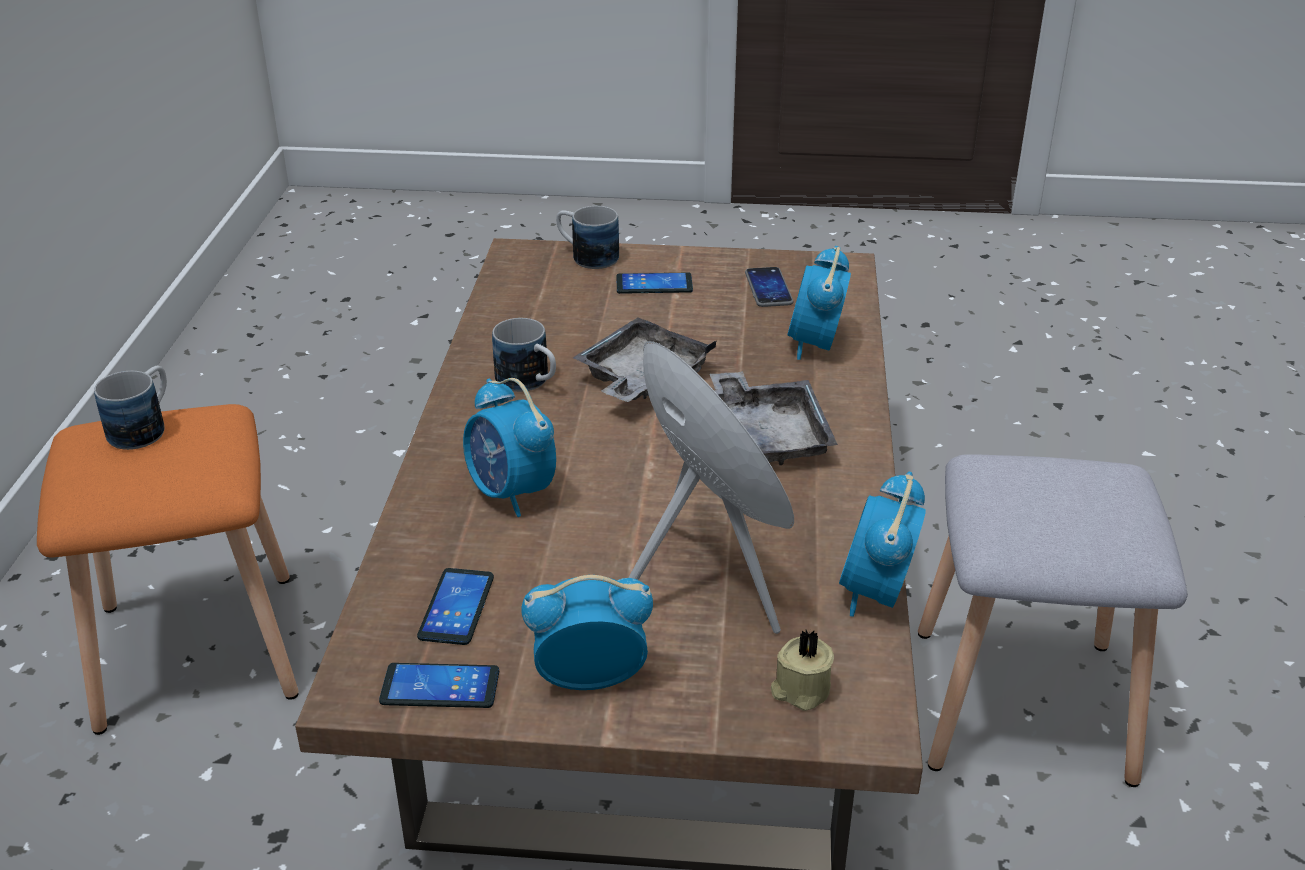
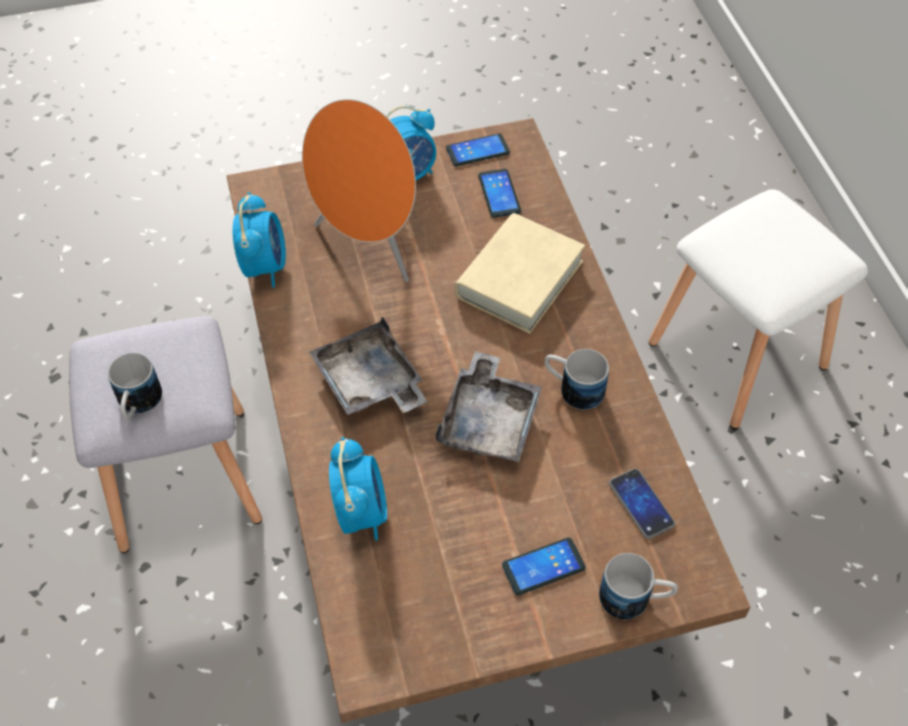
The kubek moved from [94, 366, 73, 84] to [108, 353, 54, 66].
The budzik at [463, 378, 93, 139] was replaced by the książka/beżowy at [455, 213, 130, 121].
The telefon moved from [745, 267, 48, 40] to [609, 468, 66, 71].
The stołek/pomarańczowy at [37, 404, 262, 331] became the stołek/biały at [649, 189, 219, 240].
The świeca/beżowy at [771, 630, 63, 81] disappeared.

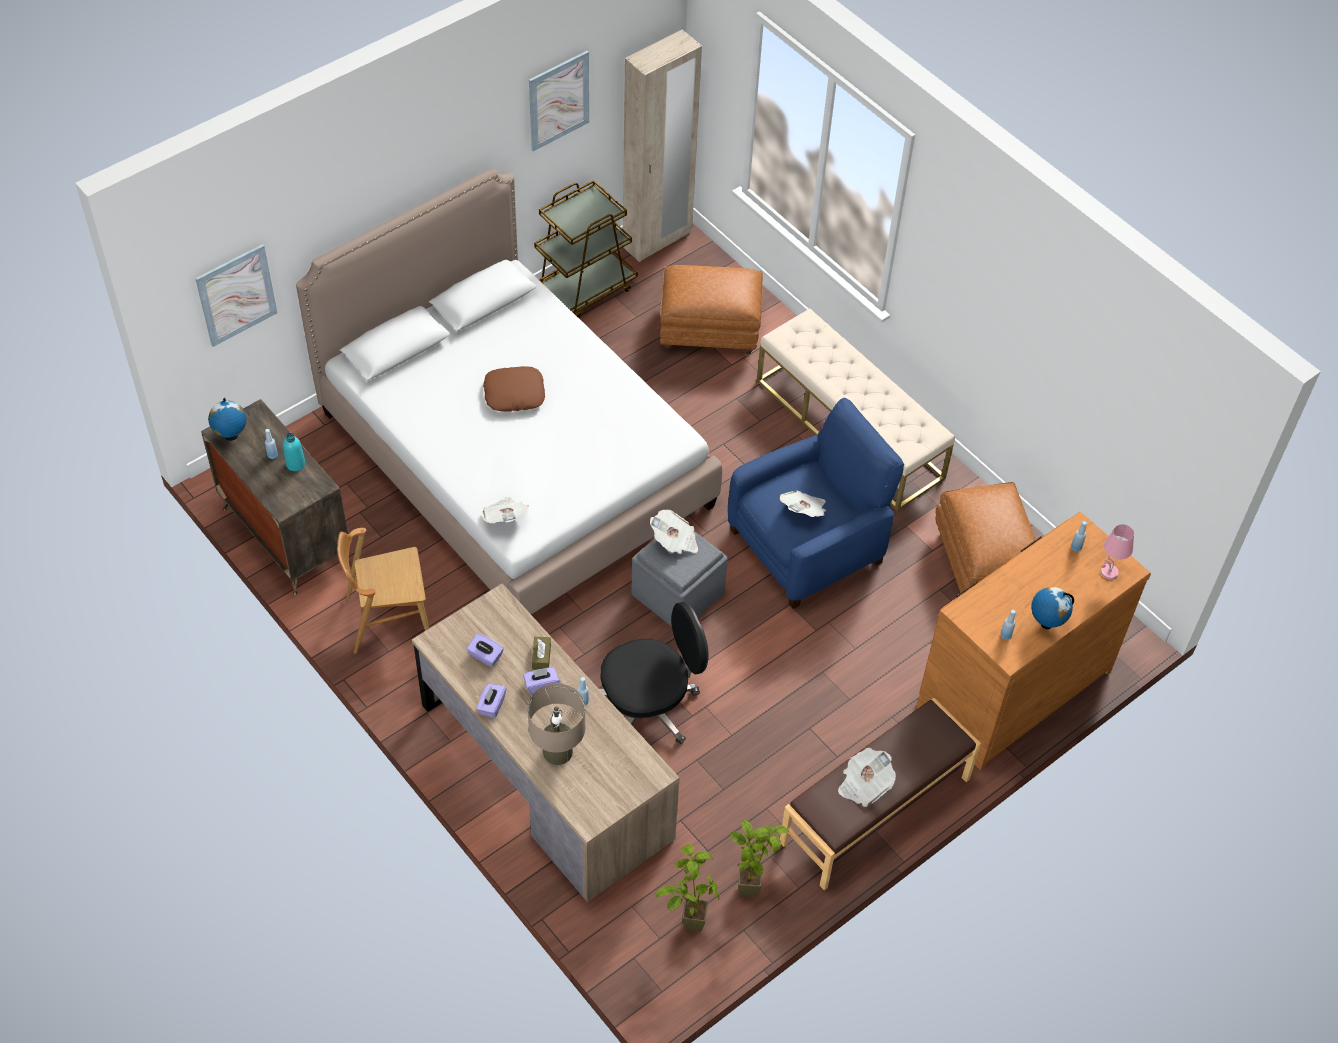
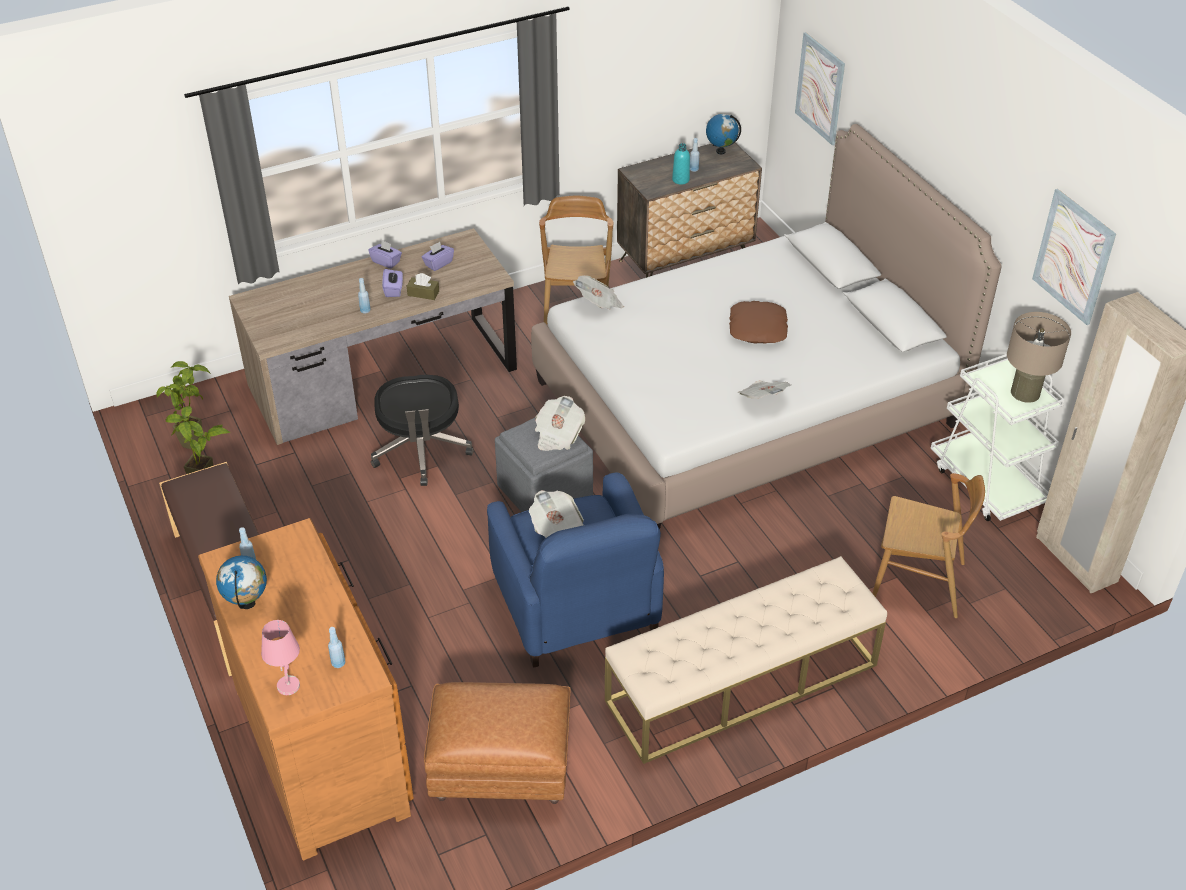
The gazeta moved from [838, 748, 58, 59] to [738, 380, 53, 19].
The pufa/brązowy at [660, 265, 103, 89] was replaced by the krzesło/brązowy at [872, 473, 113, 145].
The wózek/brązowy at [534, 180, 104, 139] became the wózek/biały at [931, 354, 134, 167].
The lampa stołowa/beżowy moved from [527, 683, 58, 82] to [1007, 312, 64, 91].

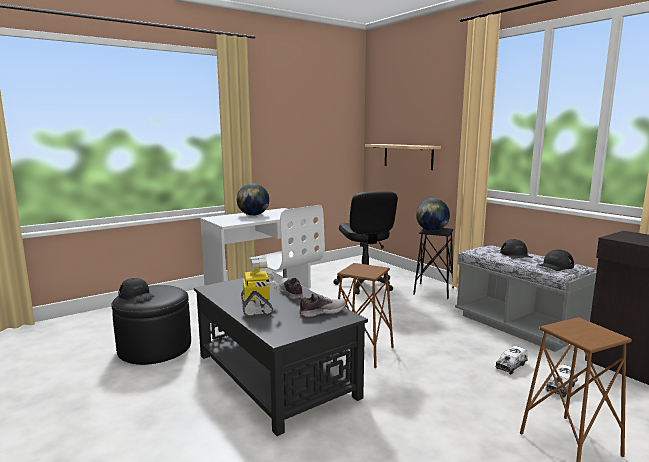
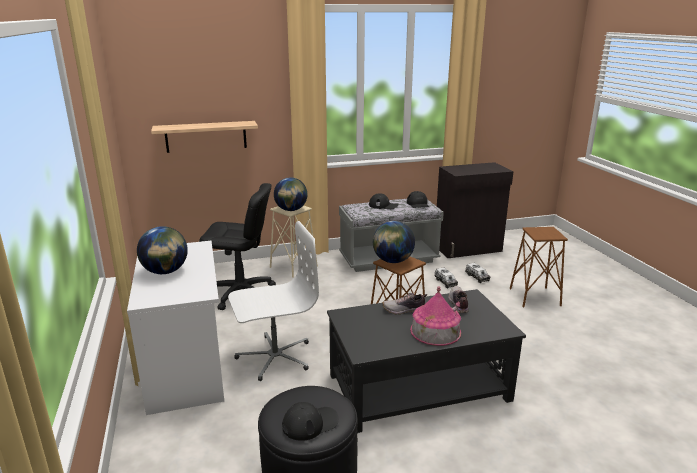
The stołek/czarny at [413, 228, 41, 71] became the stołek/beżowy at [270, 205, 48, 73].
The globus at [373, 221, 42, 42] appeared.
The robot zabawkowy at [241, 257, 37, 60] was replaced by the domek at [410, 286, 51, 60].

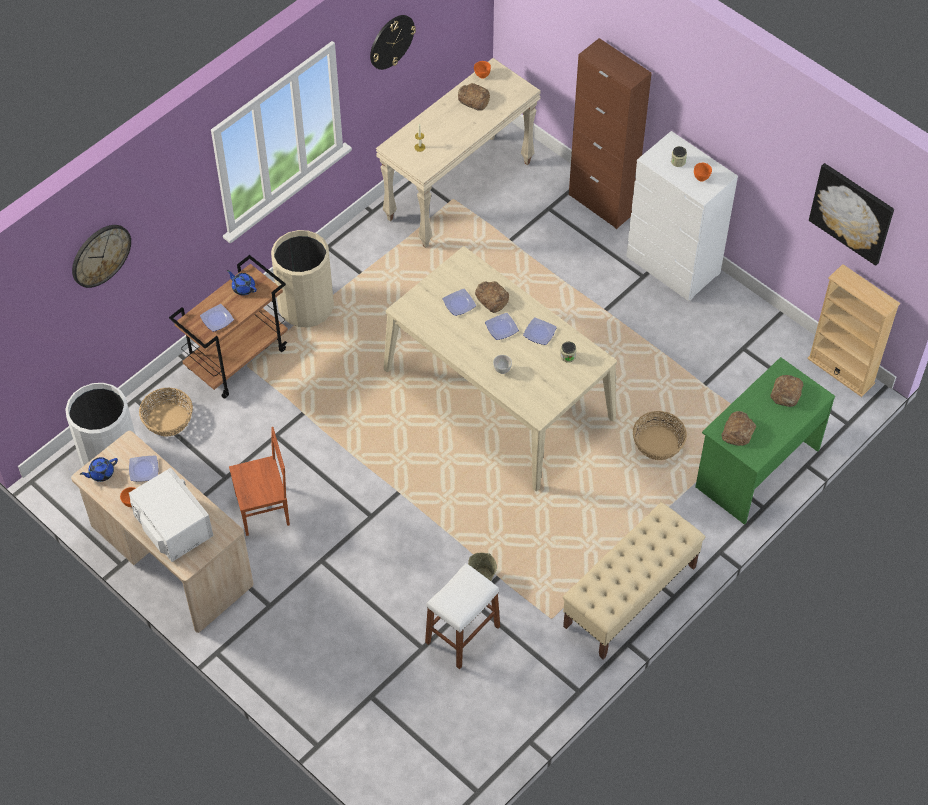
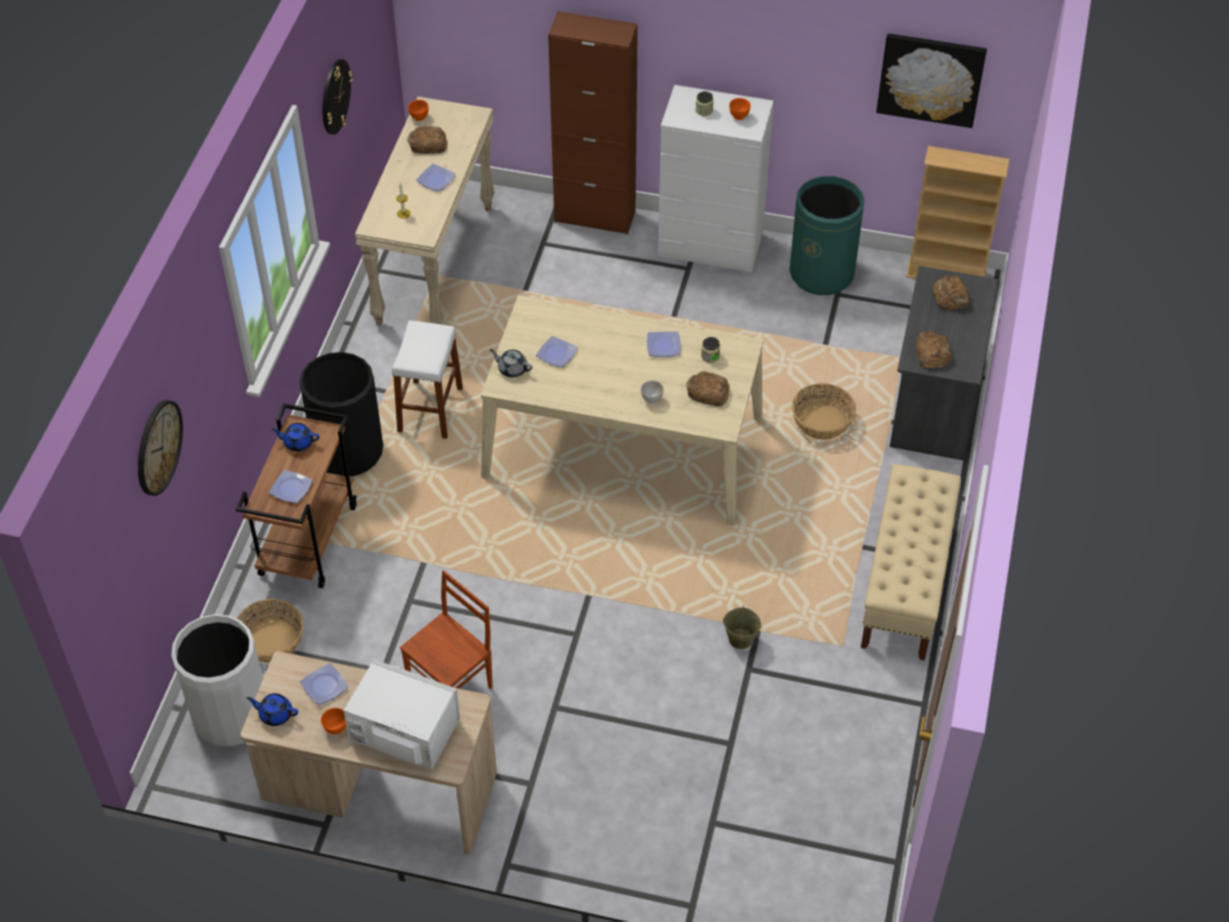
The imbryk/niebieski at [80, 457, 38, 25] turned 75 degrees clockwise.
The kosz na śmieci/beżowy at [271, 230, 63, 98] became the kosz na śmieci/czarny at [299, 352, 84, 124].
The stołek/biały moved from [425, 563, 75, 106] to [392, 320, 71, 119].
The talerz moved from [485, 313, 34, 27] to [416, 164, 40, 27].
The imbryk/szary at [490, 349, 43, 28] appeared.
The chleb moved from [475, 281, 34, 32] to [686, 371, 44, 36].
The kosz na śmieci/zielony at [790, 176, 75, 119] appeared.
The biurko/zielony at [695, 357, 140, 168] became the biurko/szary at [890, 266, 108, 195].

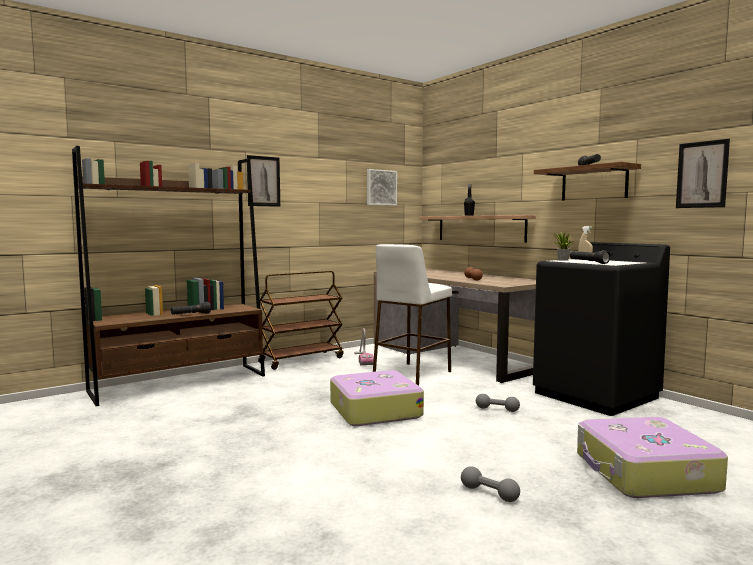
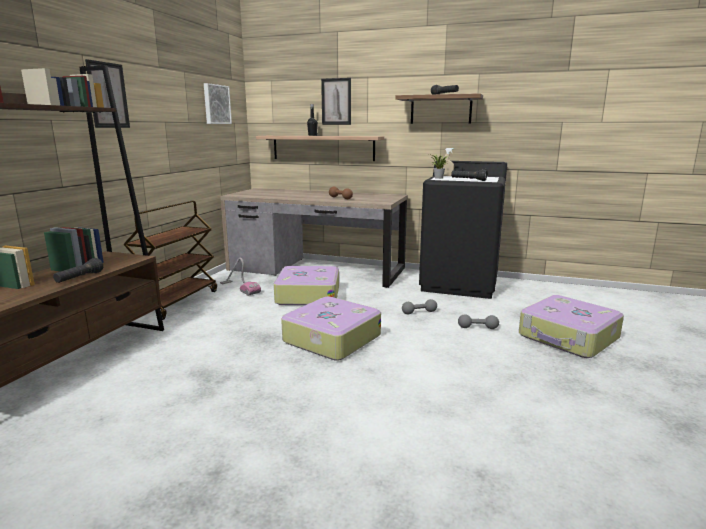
The stołek/biały at [373, 244, 79, 142] was replaced by the walizka at [274, 266, 65, 39].
The obraz moved from [676, 139, 54, 69] to [321, 78, 30, 47].
The hantel/szary moved from [461, 466, 59, 36] to [458, 314, 41, 15].

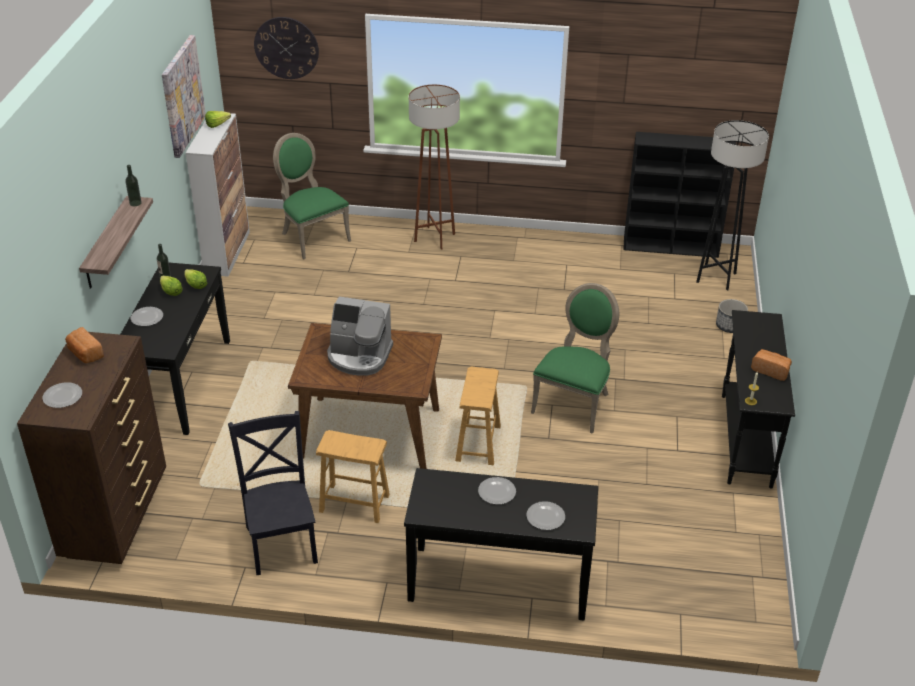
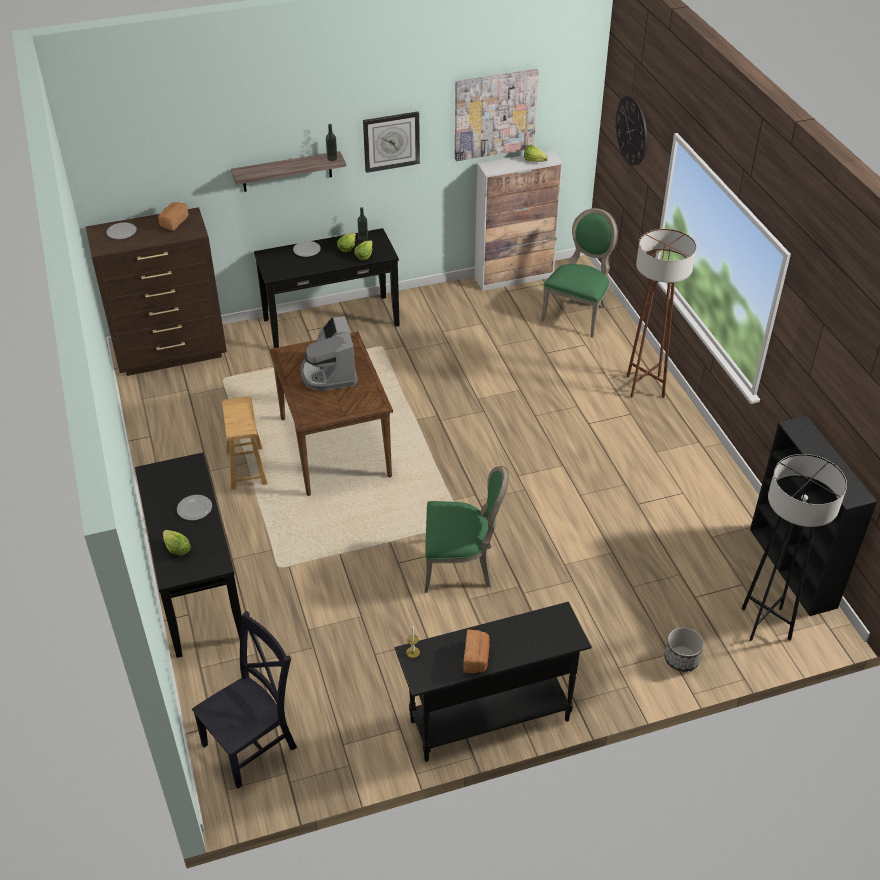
The talerz at [526, 501, 39, 29] was replaced by the sałata at [163, 530, 28, 26].
The krzesło/czarny moved from [228, 411, 90, 164] to [192, 611, 105, 177].
The zegar ścienny at [363, 112, 57, 61] appeared.
The stołek/brązowy at [455, 367, 46, 98] disappeared.

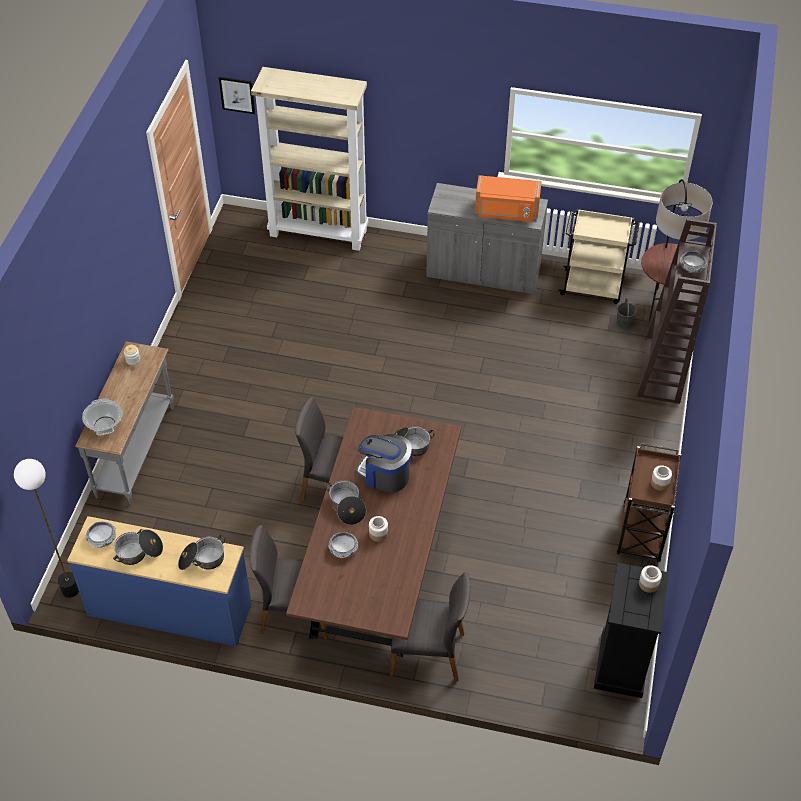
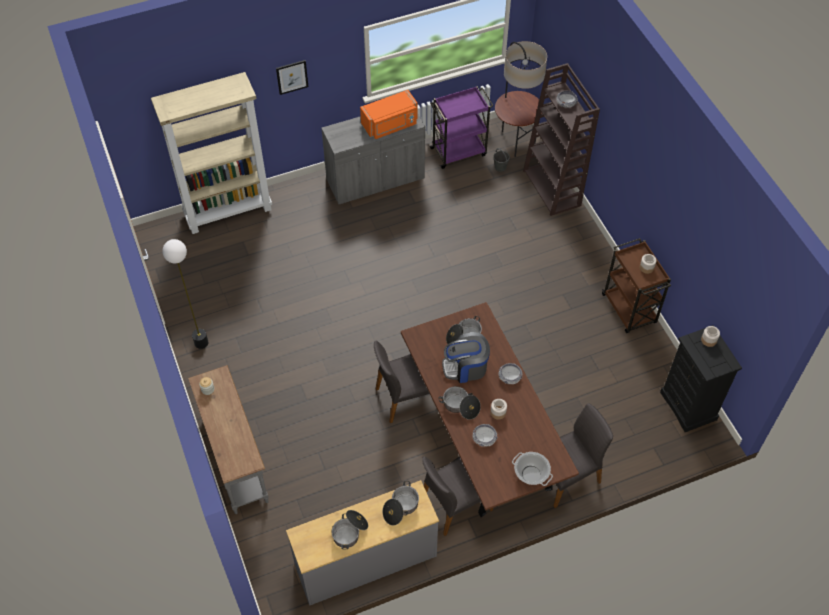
The lampa stojąca moved from [14, 459, 65, 139] to [162, 239, 46, 110].
The obraz moved from [219, 77, 36, 37] to [276, 60, 32, 35].
The komoda/niebieski at [67, 516, 185, 131] became the komoda/szary at [286, 480, 153, 126].
The wózek/beżowy at [558, 209, 82, 95] became the wózek/fioletowy at [429, 86, 65, 83].
The miska moved from [86, 522, 30, 26] to [499, 363, 24, 21].
The garnek moved from [82, 398, 40, 38] to [512, 452, 41, 34].

